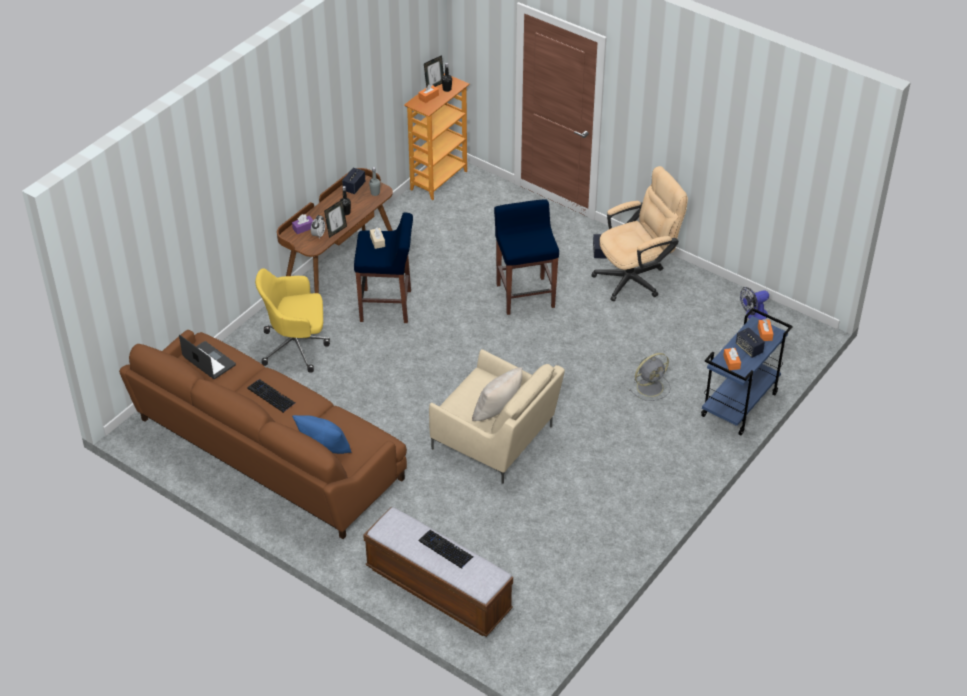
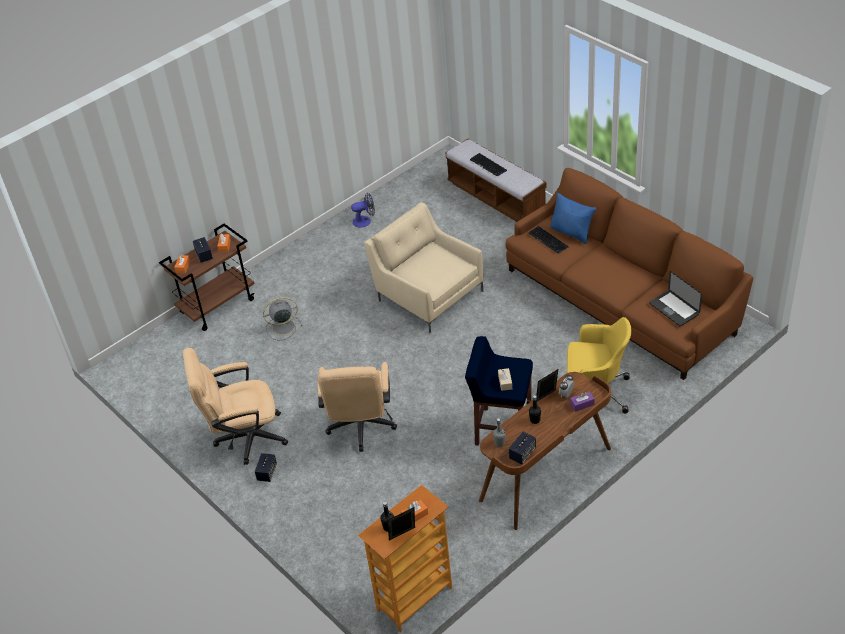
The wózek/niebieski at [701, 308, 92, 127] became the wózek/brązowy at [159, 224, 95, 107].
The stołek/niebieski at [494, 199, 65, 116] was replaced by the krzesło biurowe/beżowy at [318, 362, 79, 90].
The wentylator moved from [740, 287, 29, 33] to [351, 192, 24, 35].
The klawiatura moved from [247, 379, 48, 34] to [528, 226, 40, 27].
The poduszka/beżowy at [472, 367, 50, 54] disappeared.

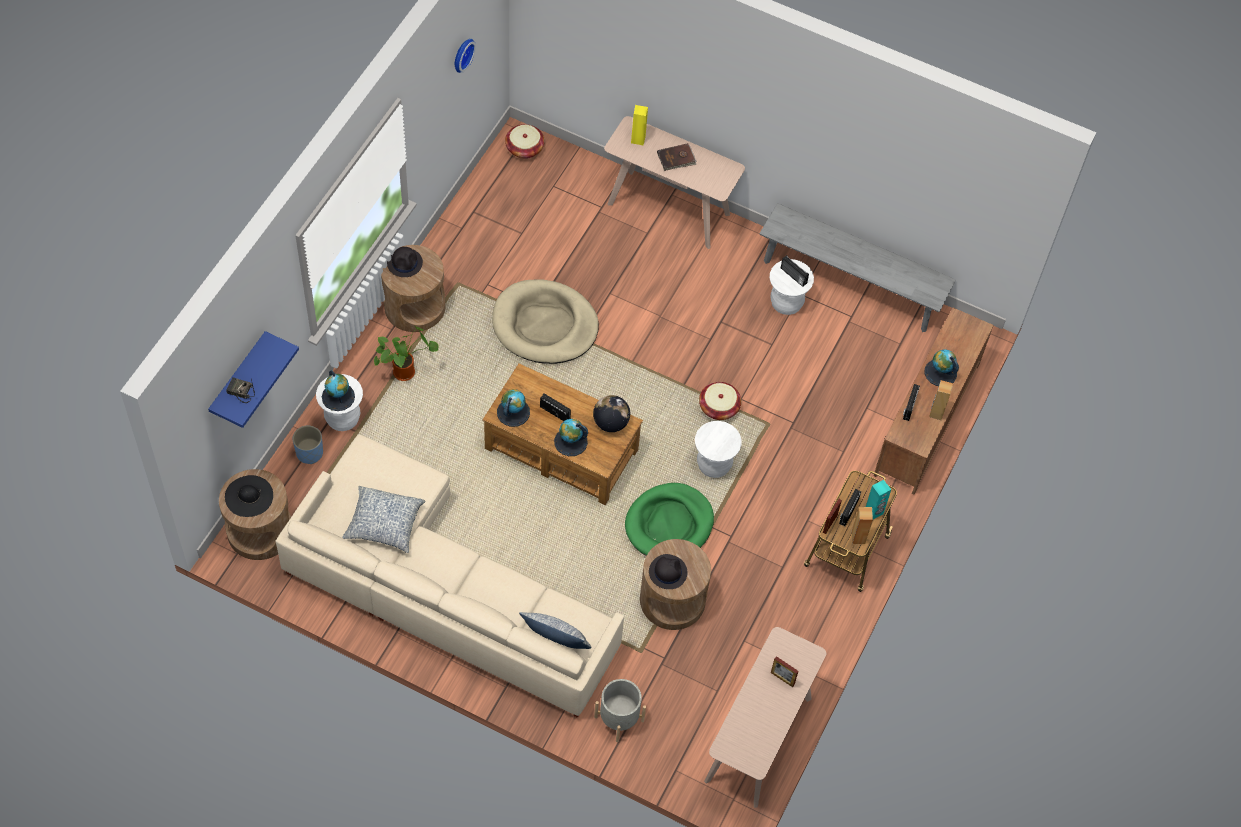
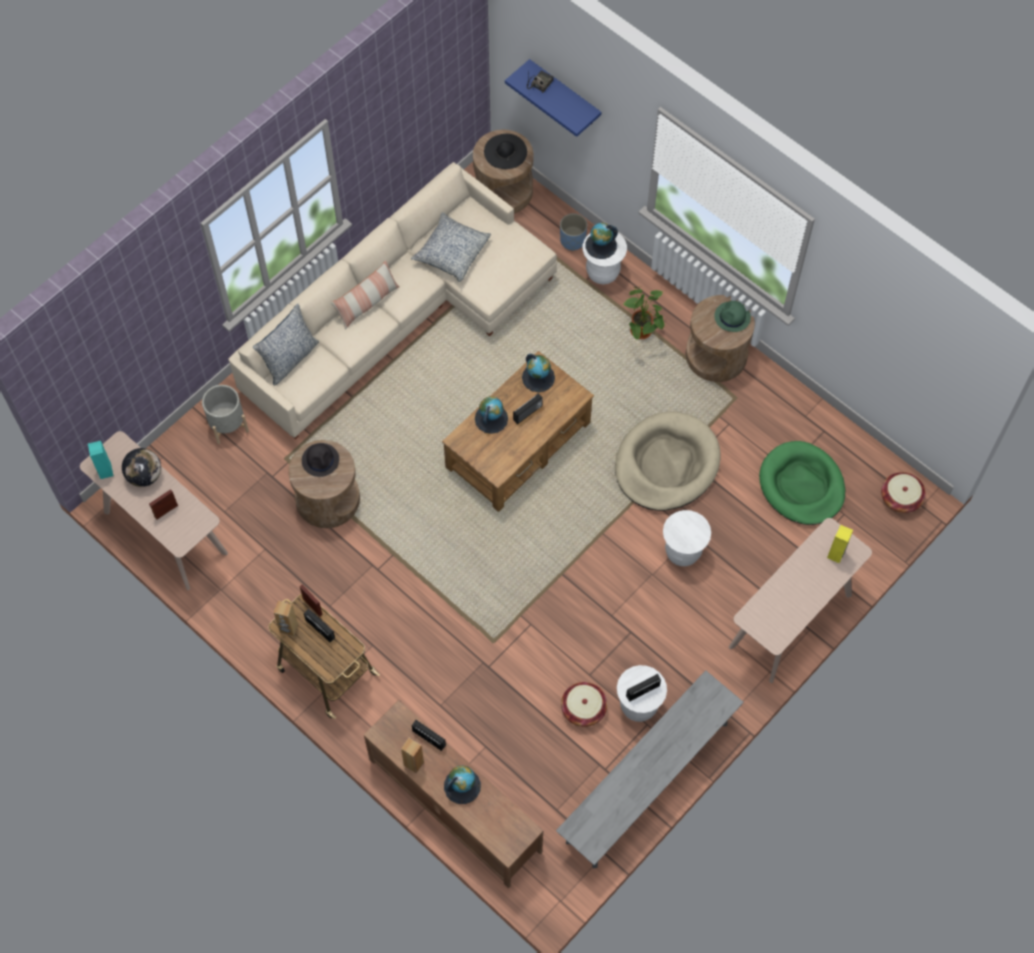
The głośnik/turkusowy moved from [866, 480, 25, 39] to [88, 441, 25, 38].
The globus moved from [593, 395, 37, 37] to [122, 448, 39, 39].
The poduszka at [331, 260, 69, 70] appeared.
The koszyk moved from [699, 382, 42, 38] to [561, 682, 46, 45].
The stołek/biały moved from [695, 421, 47, 57] to [663, 510, 48, 56].
The kapelusz/czarny at [387, 247, 36, 30] became the kapelusz/zielony at [714, 301, 37, 31].
The legowisko/zielony moved from [625, 483, 89, 73] to [759, 441, 86, 84].
The zegar ścienny at [455, 39, 21, 34] disappeared.
The książka/brązowy at [657, 143, 40, 28] disappeared.

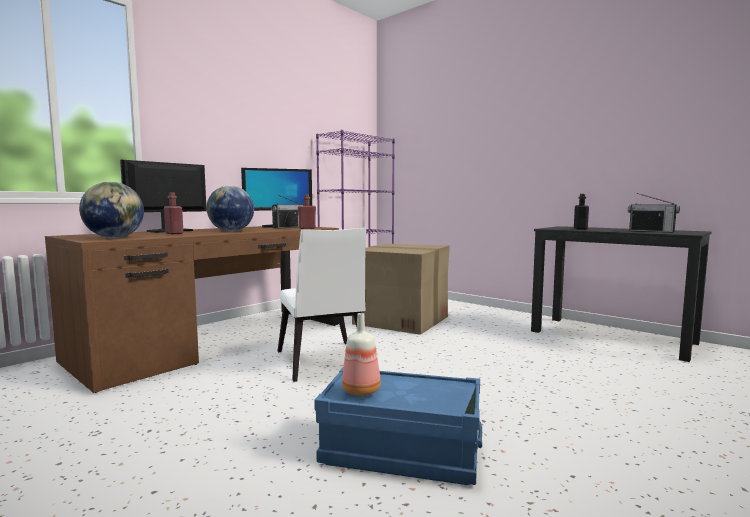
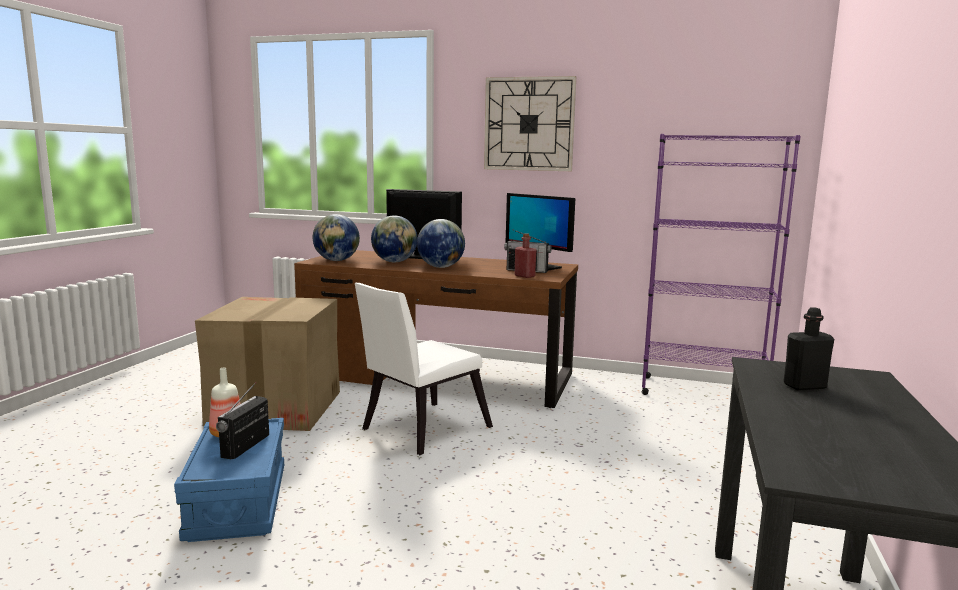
The karton moved from [352, 244, 98, 91] to [195, 297, 145, 134].
The radio moved from [628, 193, 52, 39] to [216, 382, 53, 77].
The butelka/czerwony at [164, 192, 19, 42] was replaced by the globus at [371, 216, 47, 46].
The zegar ścienny at [484, 76, 92, 95] appeared.

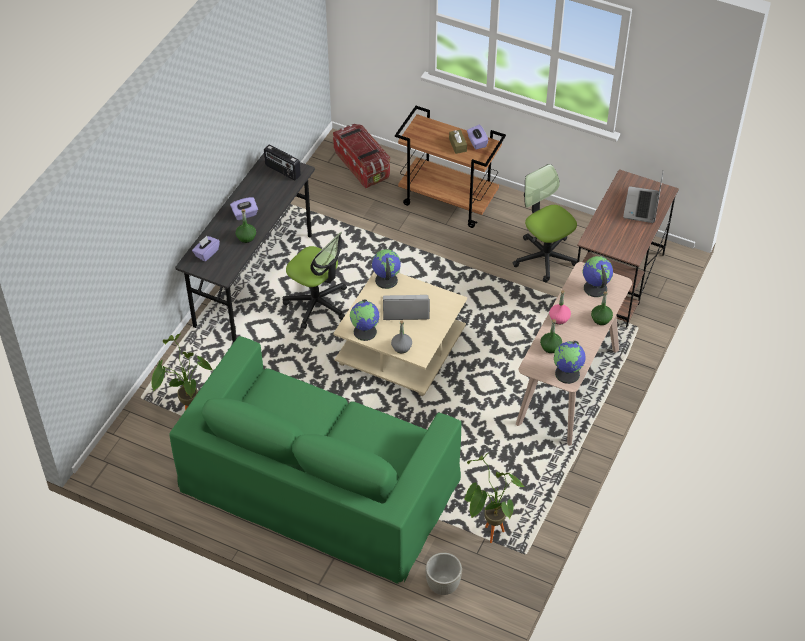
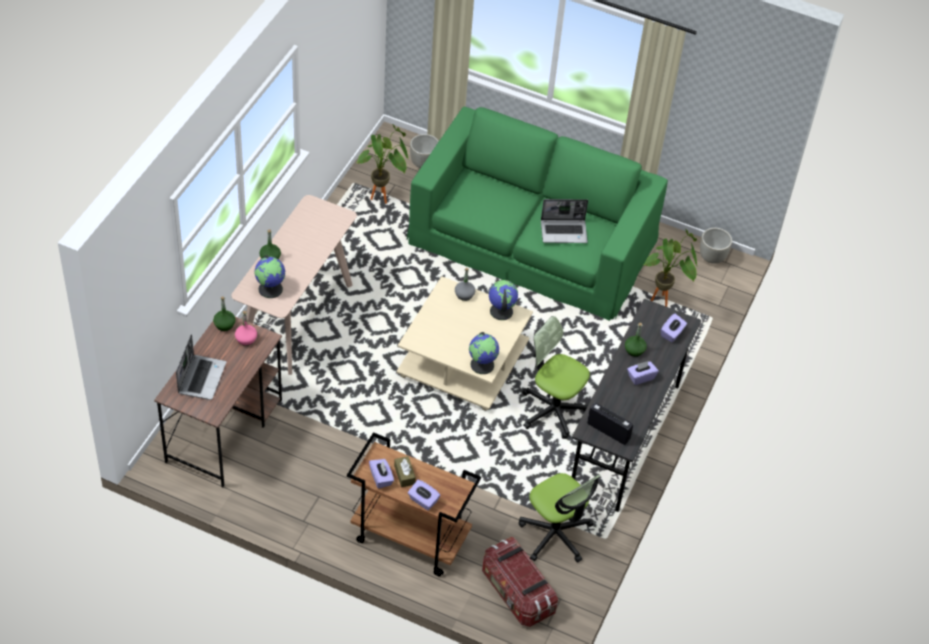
The butelka/zielony moved from [540, 319, 22, 34] to [213, 297, 23, 34].
The butelka/różowy moved from [549, 291, 22, 33] to [235, 311, 22, 35].
The pudełko chusteczek/fioletowy at [408, 480, 32, 30] appeared.
The krzesło biurowe moved from [513, 164, 64, 118] to [519, 473, 81, 90].
The laptop moved from [383, 295, 47, 25] to [541, 199, 47, 44].
The donica/szary at [700, 228, 32, 36] appeared.
The globus at [554, 341, 32, 43] disappeared.

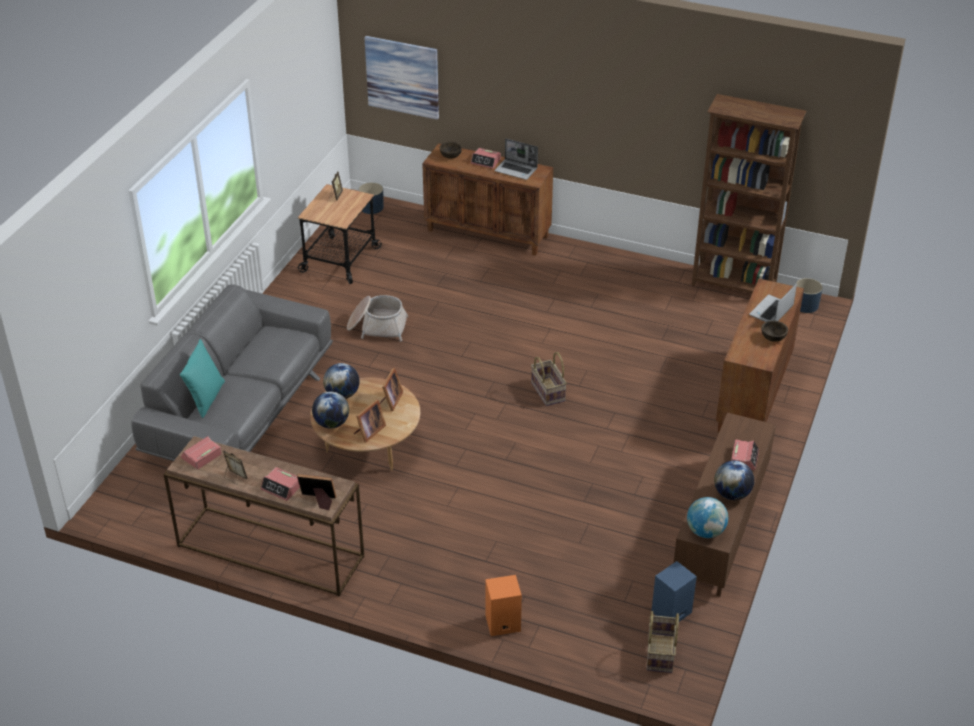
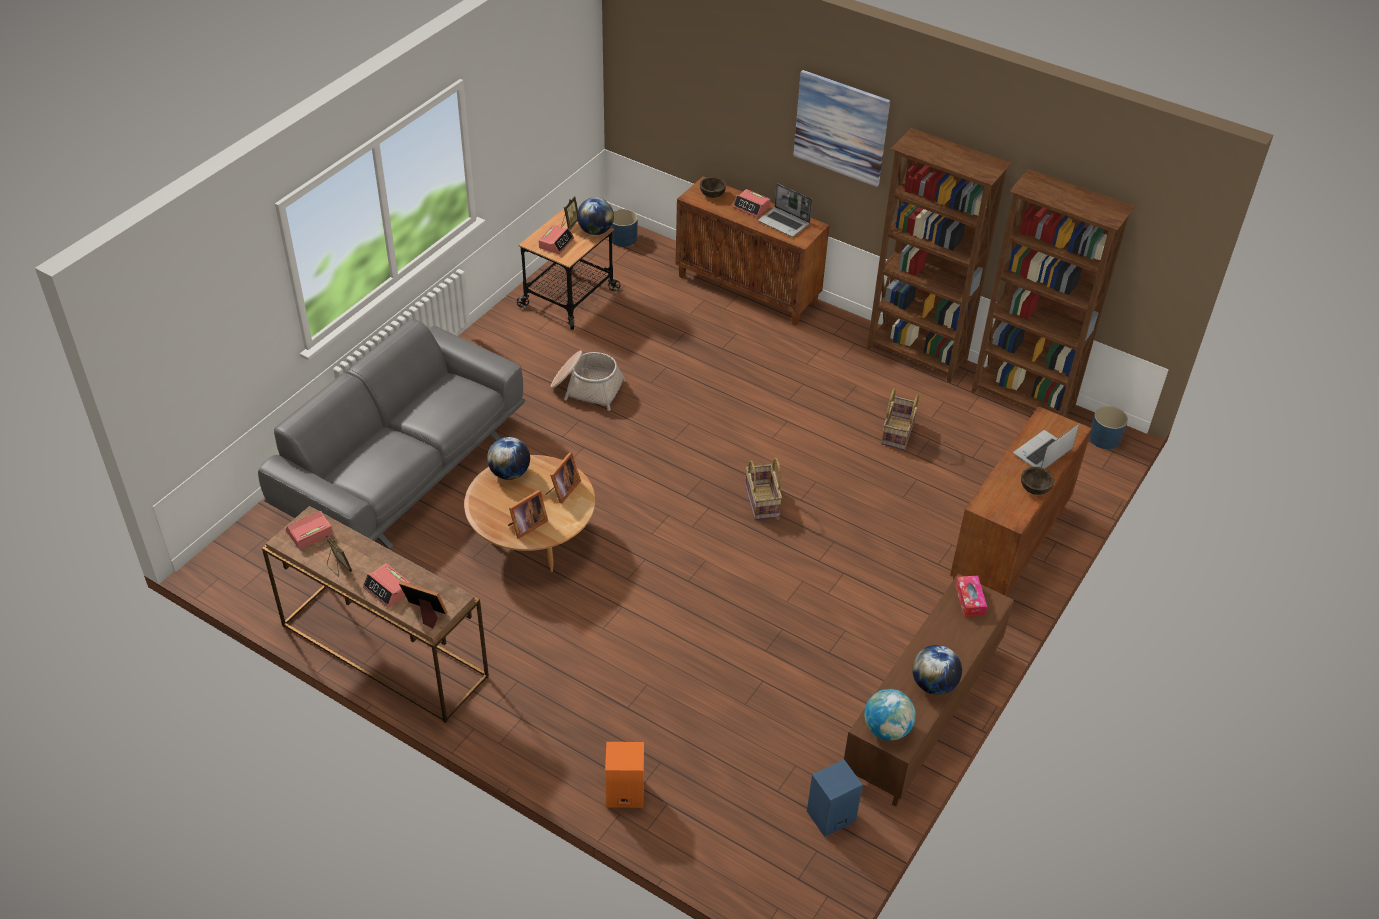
The budzik moved from [731, 440, 28, 30] to [539, 225, 35, 29].
The globus moved from [312, 392, 37, 37] to [577, 197, 37, 38].
The obraz moved from [364, 36, 75, 84] to [793, 70, 97, 117].
The regał/brązowy at [867, 128, 145, 255] appeared.
The koszyk moved from [647, 611, 32, 62] to [881, 389, 38, 61].
The pudełko chusteczek at [955, 576, 32, 41] appeared.
The poduszka/turkusowy at [180, 339, 45, 79] disappeared.

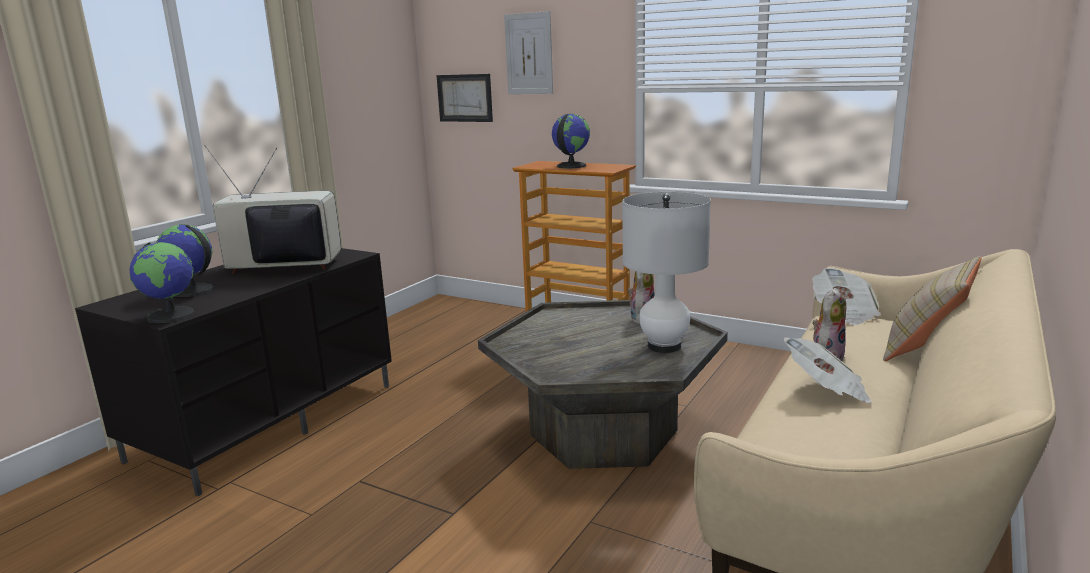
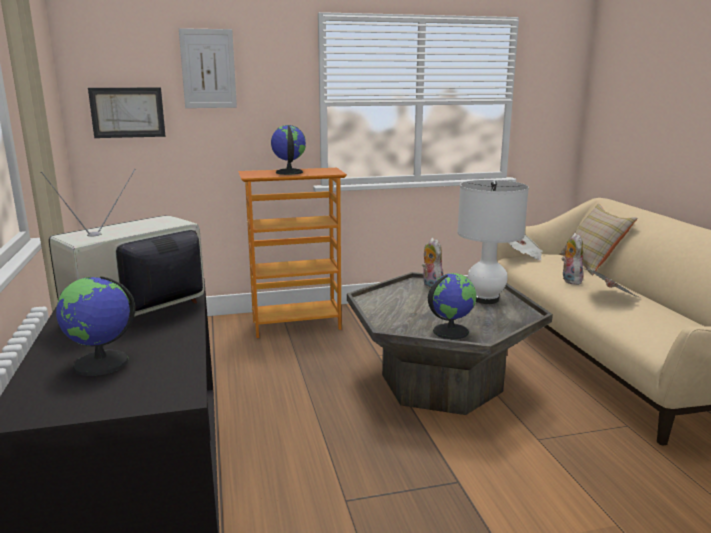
The globus moved from [130, 242, 65, 81] to [428, 273, 48, 66].

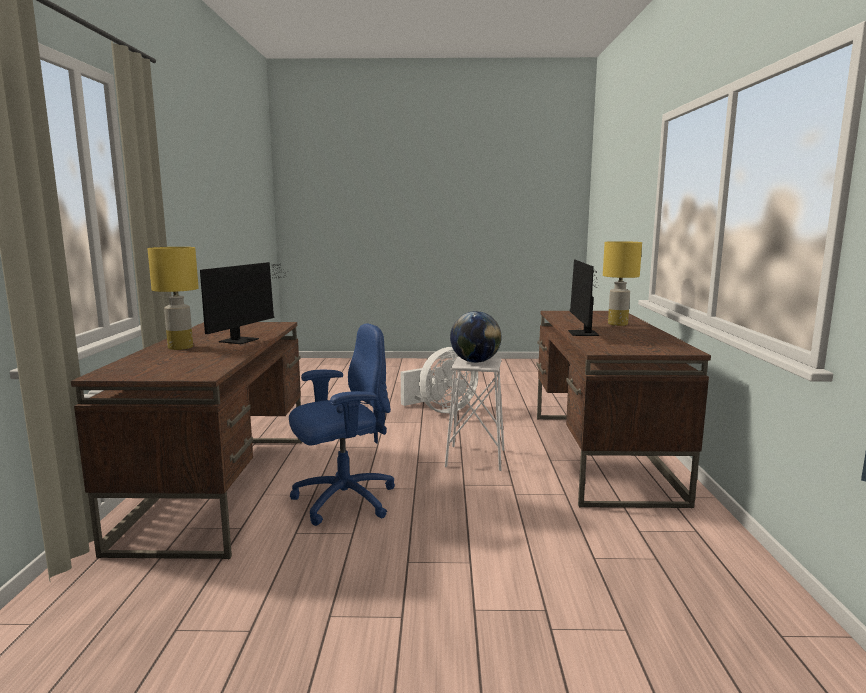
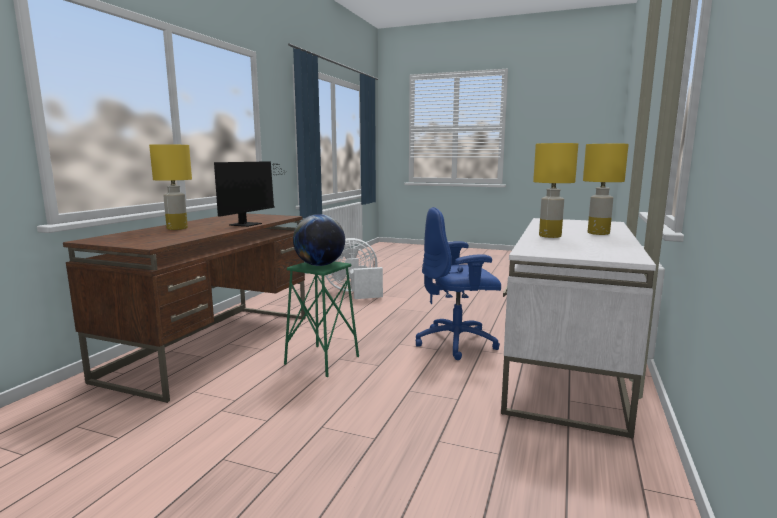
The stołek/biały at [445, 357, 60, 114] became the stołek/zielony at [284, 261, 75, 116].
The wentylator/biały moved from [401, 347, 77, 66] to [325, 238, 58, 61].
The biurko/brązowy at [71, 322, 231, 237] became the biurko/biały at [501, 218, 155, 220].
The monitor at [200, 262, 88, 82] was replaced by the lampa stołowa/żółty at [533, 143, 45, 95].

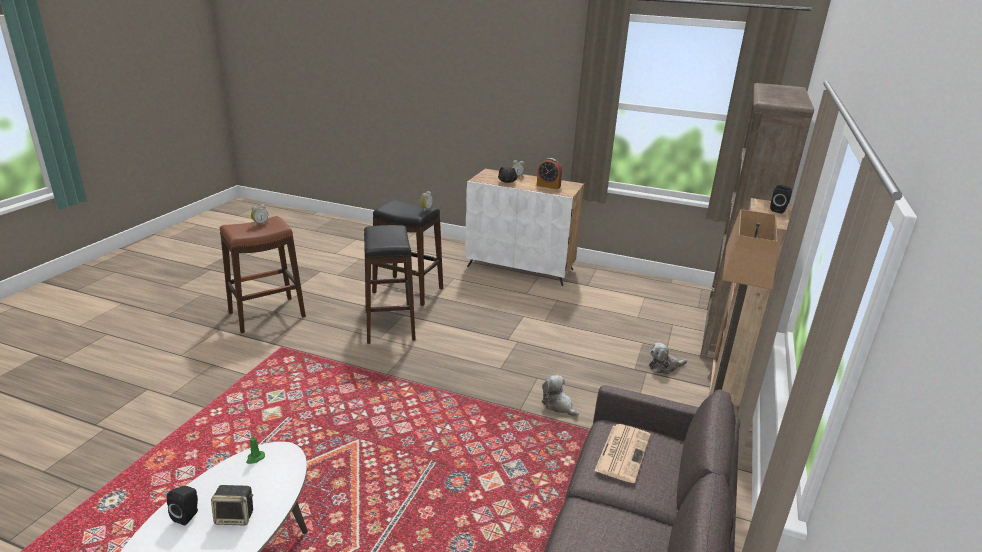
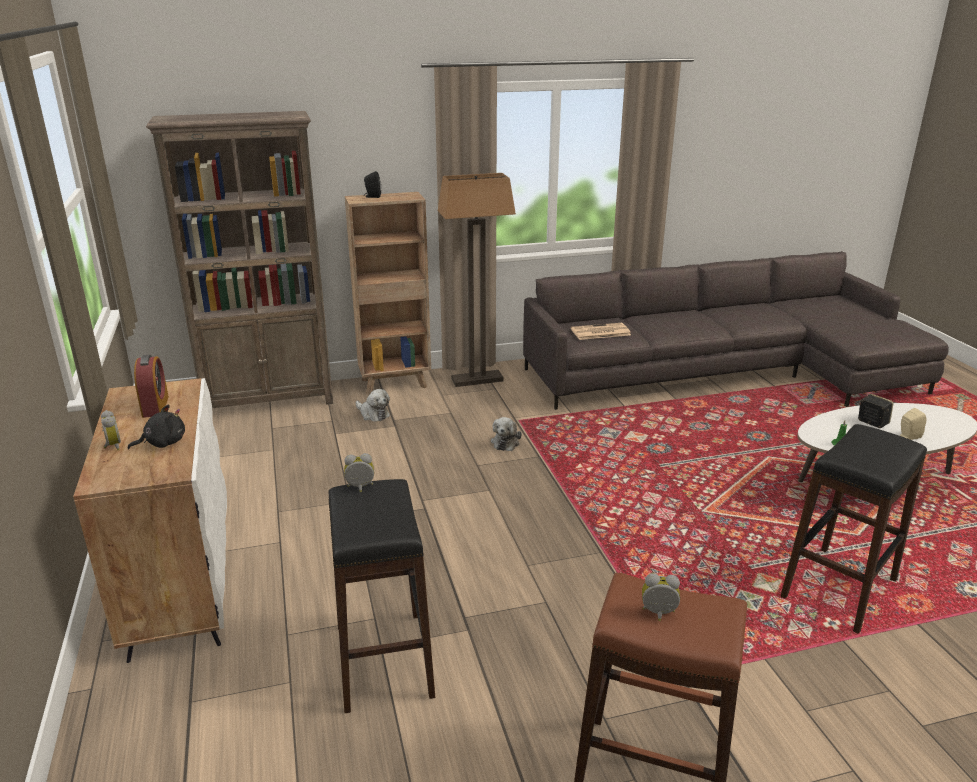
The stołek/czarny moved from [364, 225, 52, 119] to [780, 424, 147, 210].
The głośnik/czarny at [167, 486, 31, 39] became the głośnik/beżowy at [900, 408, 26, 32].

